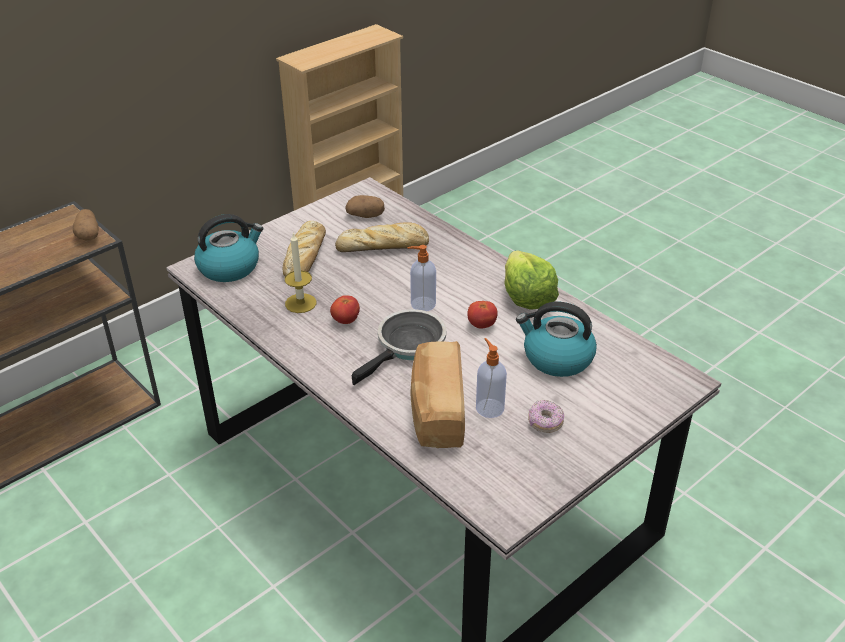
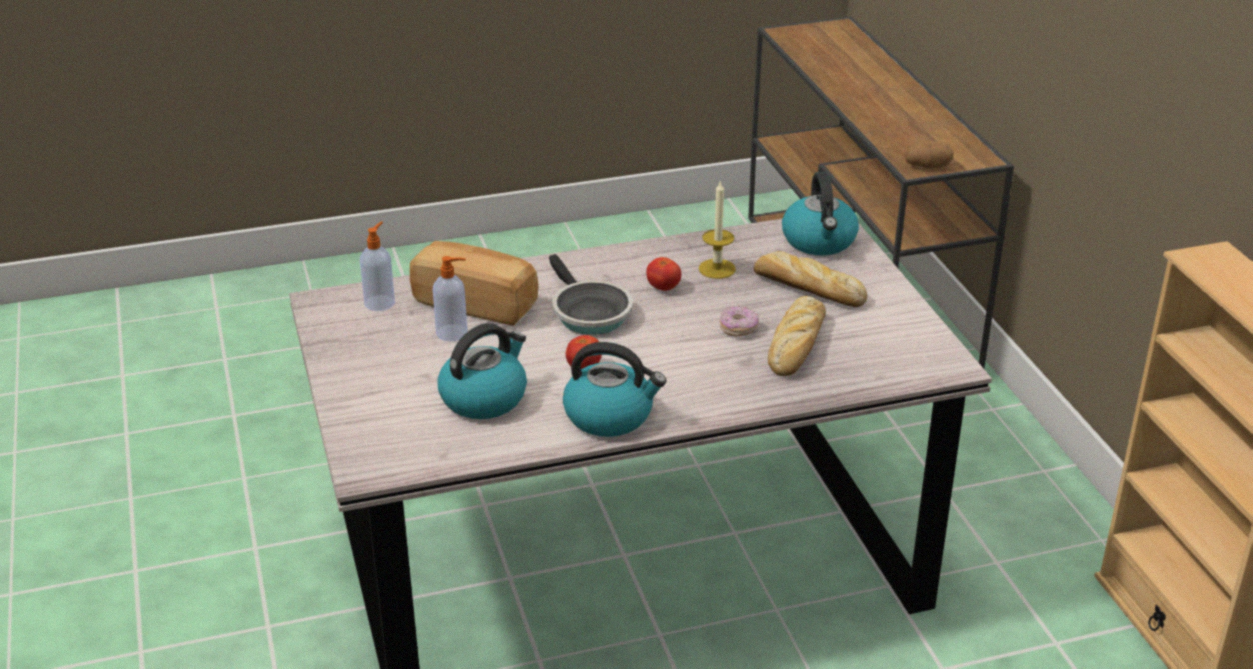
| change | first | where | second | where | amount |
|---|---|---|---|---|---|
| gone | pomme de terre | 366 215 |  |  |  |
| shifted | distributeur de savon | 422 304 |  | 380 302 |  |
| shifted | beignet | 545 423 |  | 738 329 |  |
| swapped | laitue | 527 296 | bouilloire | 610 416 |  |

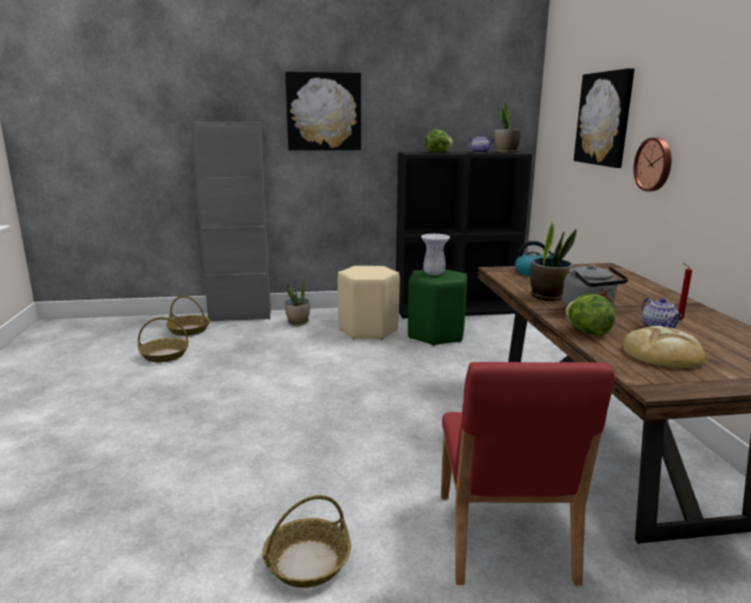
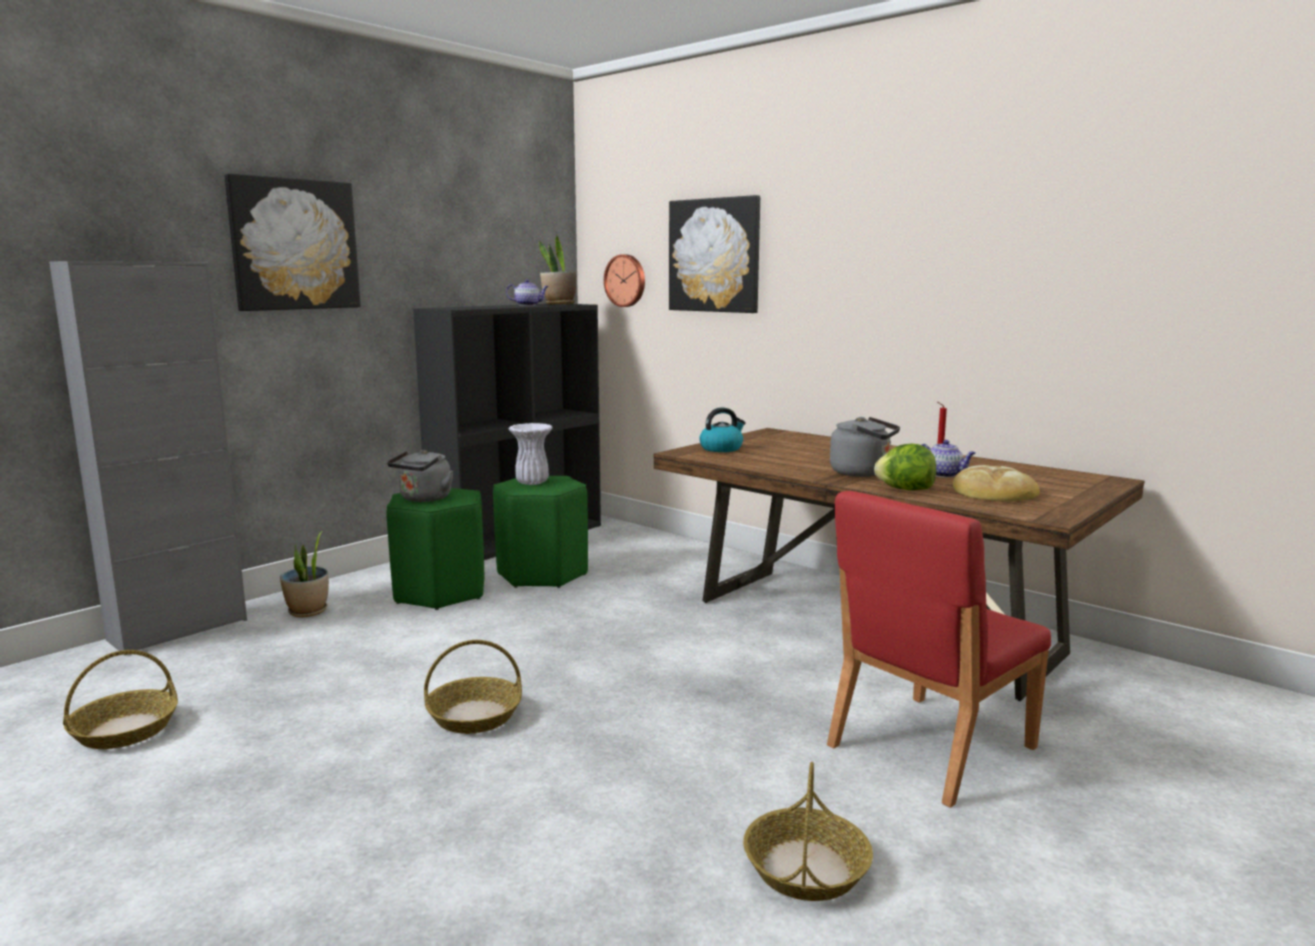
| change | first | where | second | where | amount |
|---|---|---|---|---|---|
| gone | laitue | 438 152 |  |  |  |
| gone | plante en pot | 547 296 |  |  |  |
| new |  |  | bouilloire (gris) | 424 499 |  |
| shifted | panier | 188 330 |  | 474 716 |  |
| shifted | horloge murale | 654 164 |  | 626 280 |  |
| repainted | tabouret (beige) | 369 330 | tabouret (vert) | 441 593 |  |
| rotated | chaise (rouge) | 503 537 |  | 928 747 | 90 degrees clockwise |

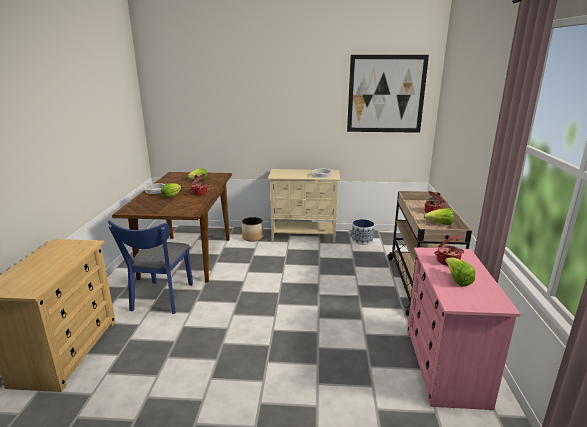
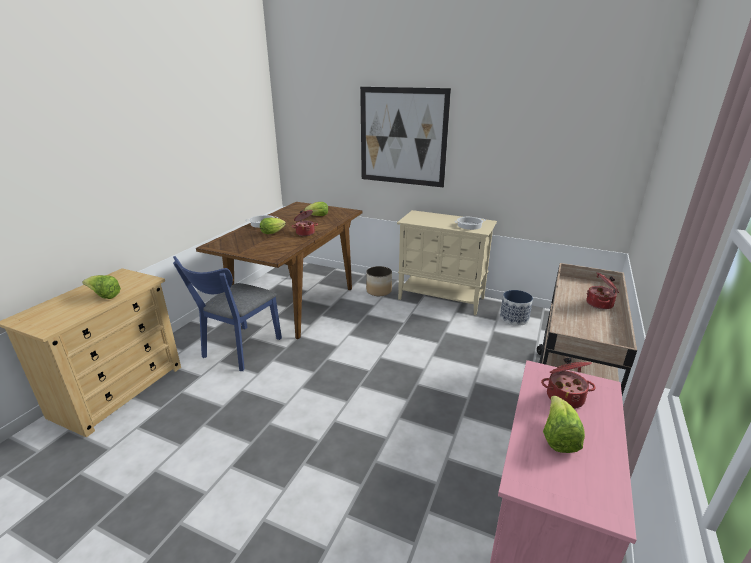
| change | first | where | second | where | amount |
|---|---|---|---|---|---|
| shifted | tableau | 386 94 |  | 402 137 |  |
| shifted | laitue | 439 224 |  | 104 296 |  |

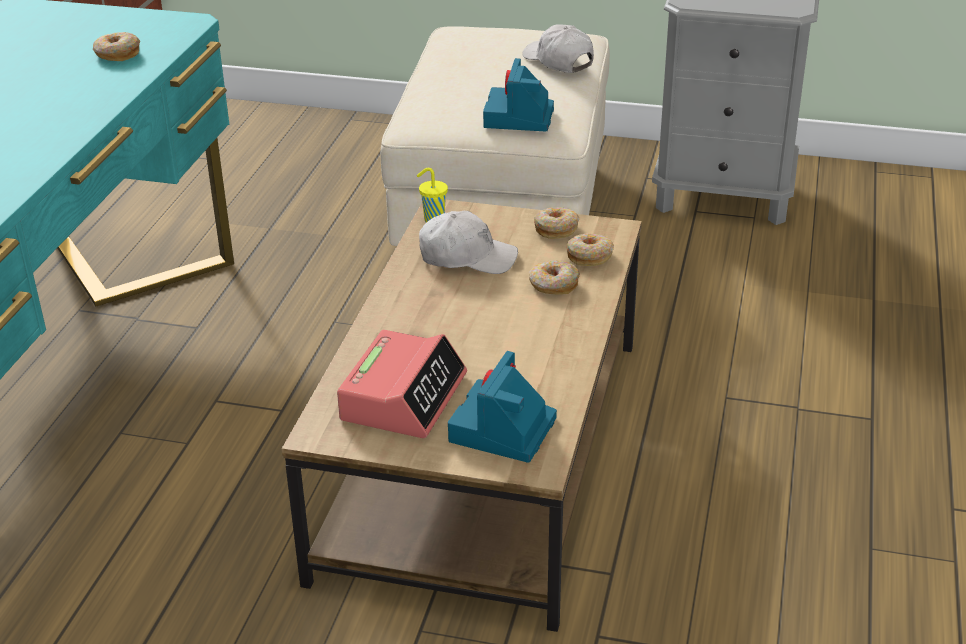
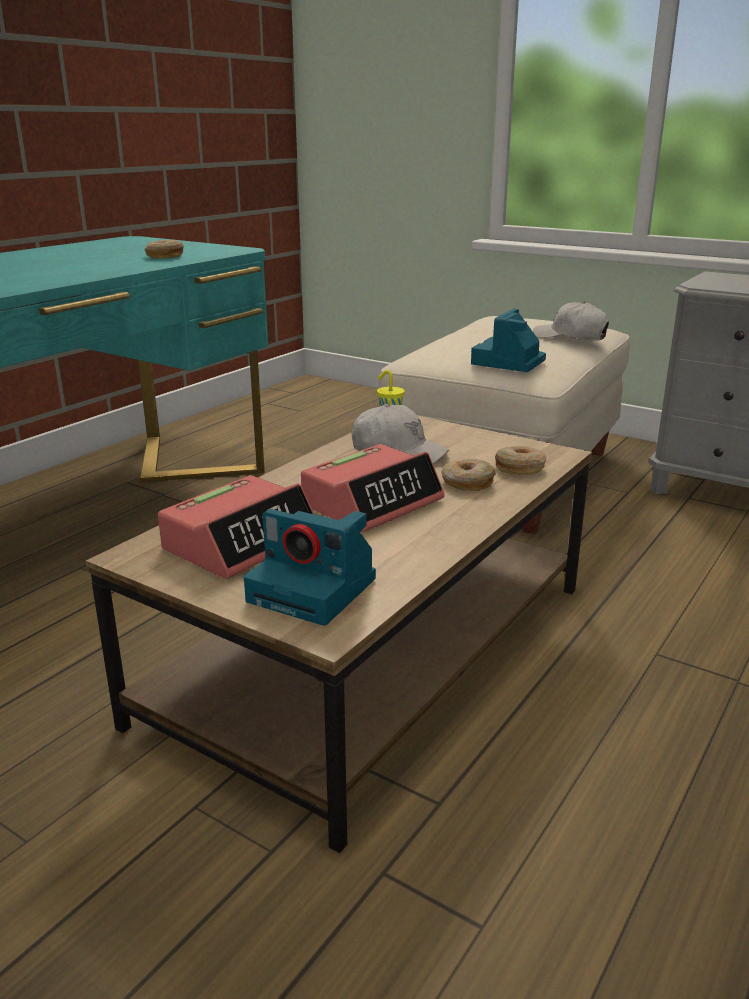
| change | first | where | second | where | amount |
|---|---|---|---|---|---|
| gone | beignet | 556 229 |  |  |  |
| new |  |  | réveil | 373 502 |  |
| rotated | appareil photo | 503 431 |  | 315 590 | 105 degrees counterclockwise |
| rotated | casquette (blanc) | 558 61 |  | 570 337 | 45 degrees counterclockwise |

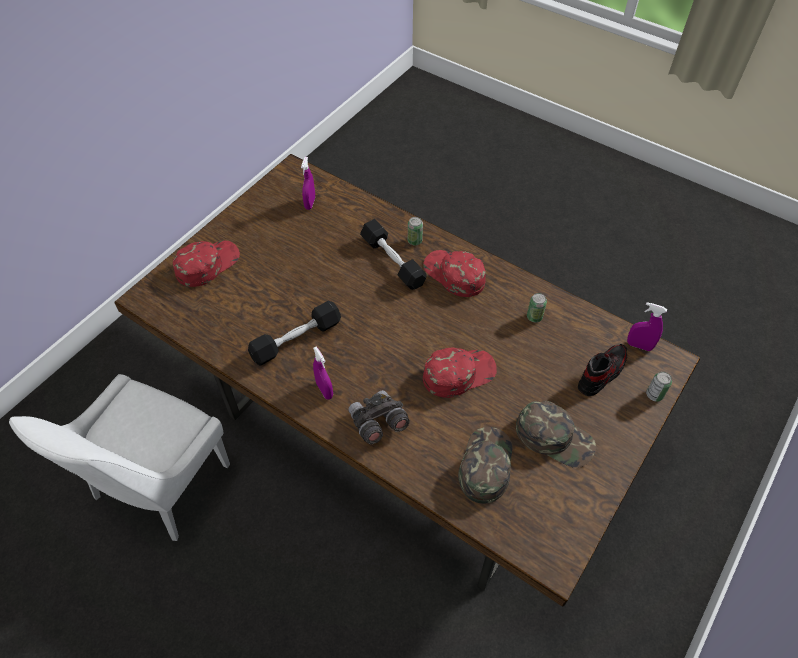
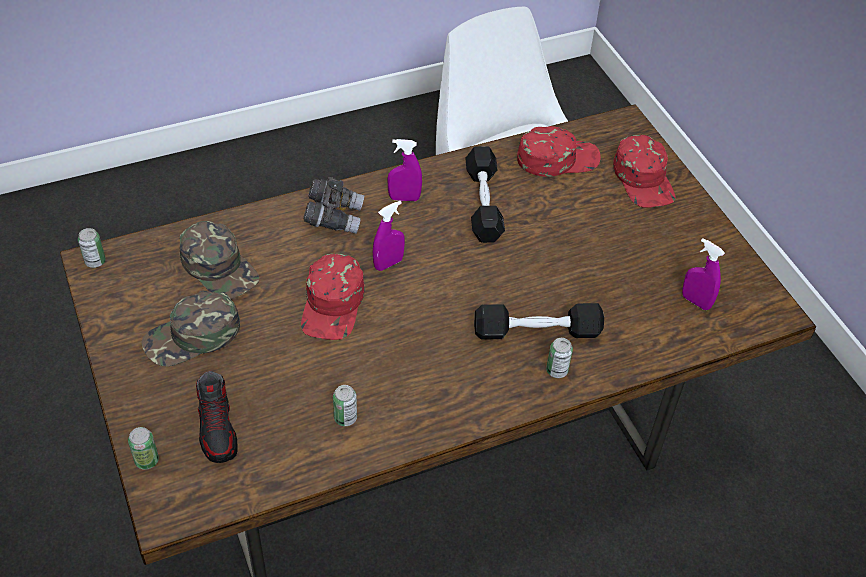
| change | first | where | second | where | amount |
|---|---|---|---|---|---|
| new |  |  | boîte métallique | 95 261 |  |
| shifted | casquette (rouge) | 453 275 |  | 557 158 |  |
| shifted | vaporisateur (violet) | 639 345 |  | 388 263 |  |

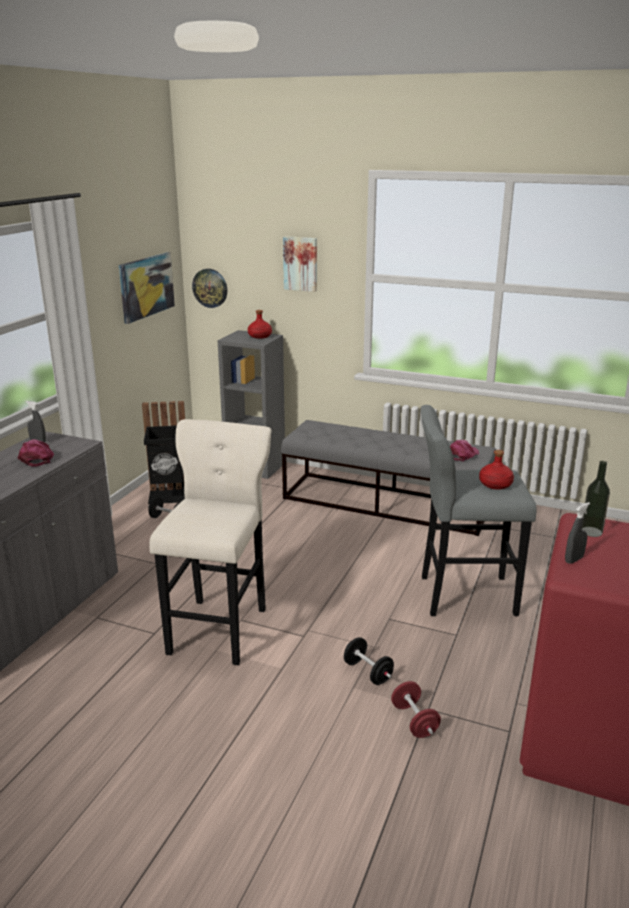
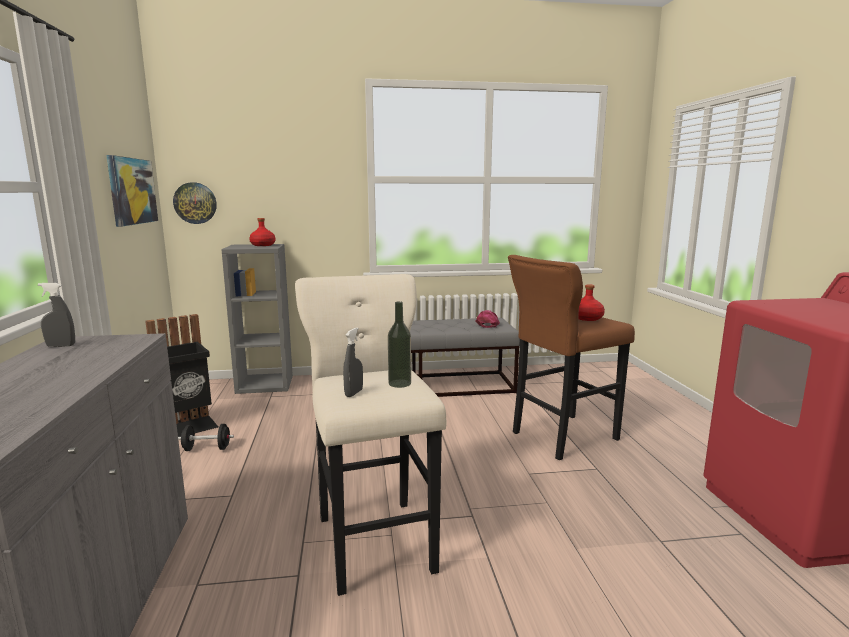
| change | first | where | second | where | amount |
|---|---|---|---|---|---|
| gone | casquette (rose) | 37 458 |  |  |  |
| gone | tableau | 301 263 |  |  |  |
| gone | haltère (noir) | 368 672 |  |  |  |
| gone | haltère (rouge) | 414 721 |  |  |  |
| shifted | vaporisateur (gris) | 574 559 |  | 353 393 |  |
| shifted | bouteille | 591 531 |  | 399 383 |  |
| repainted | tabouret (gris) | 462 595 | tabouret (marron) | 561 437 |  |

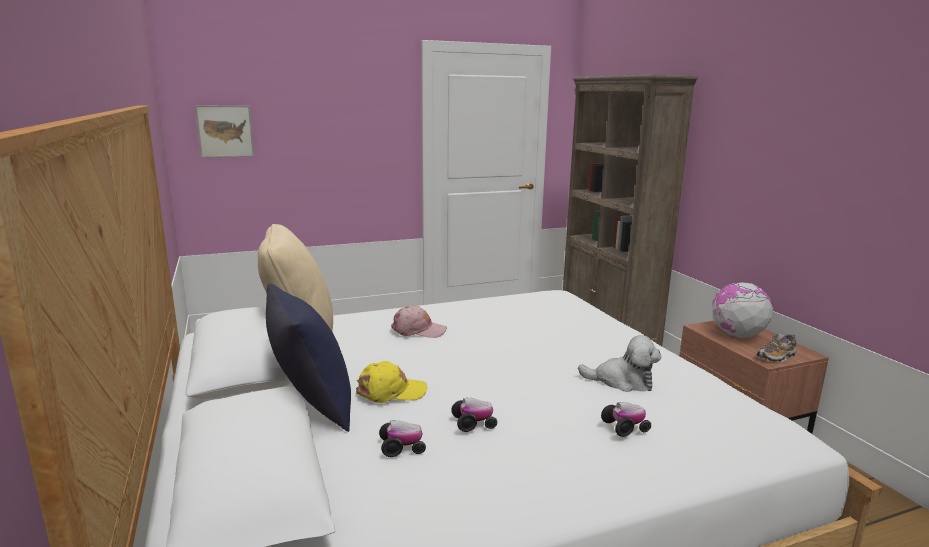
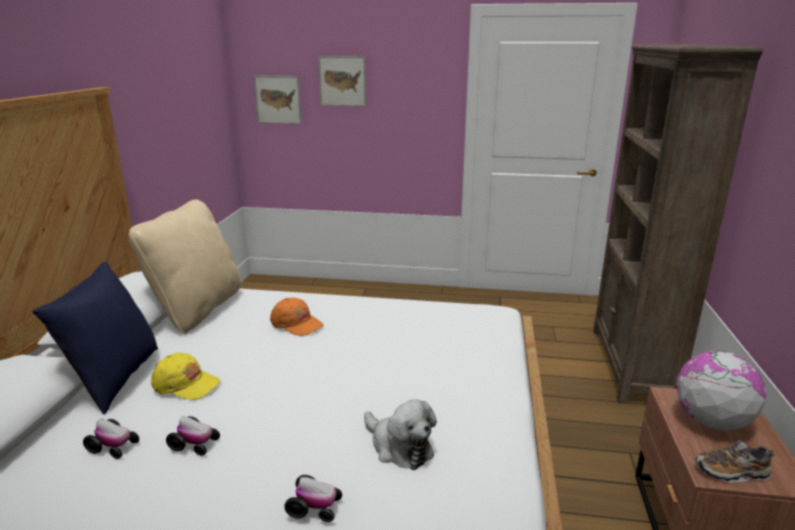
| change | first | where | second | where | amount |
|---|---|---|---|---|---|
| new |  |  | tableau | 342 81 |  |
| repainted | casquette (rose) | 418 330 | casquette (orange) | 296 324 |  |

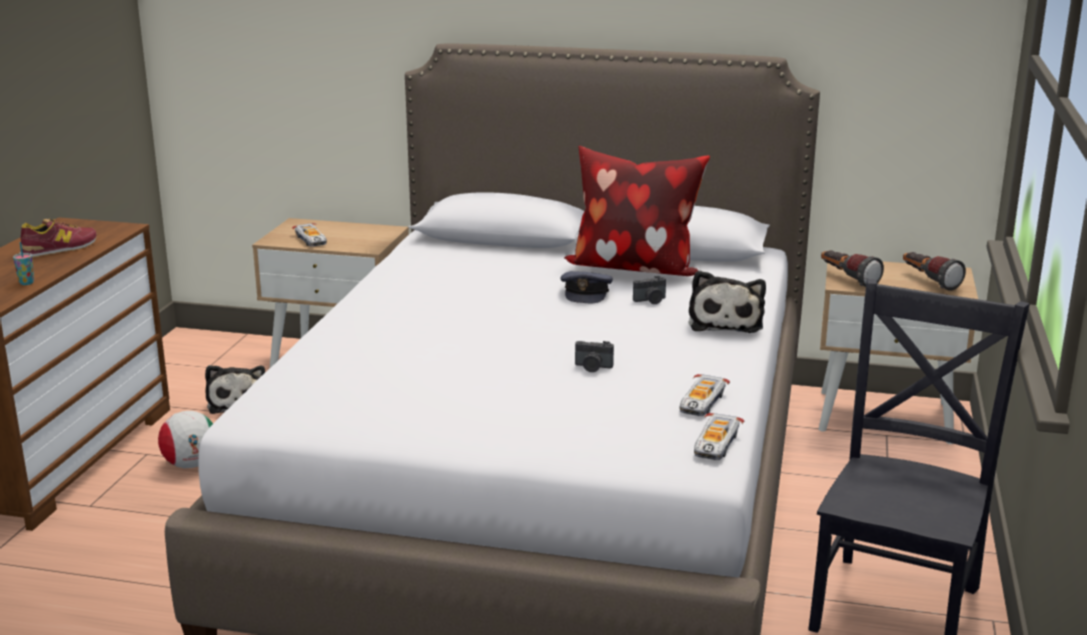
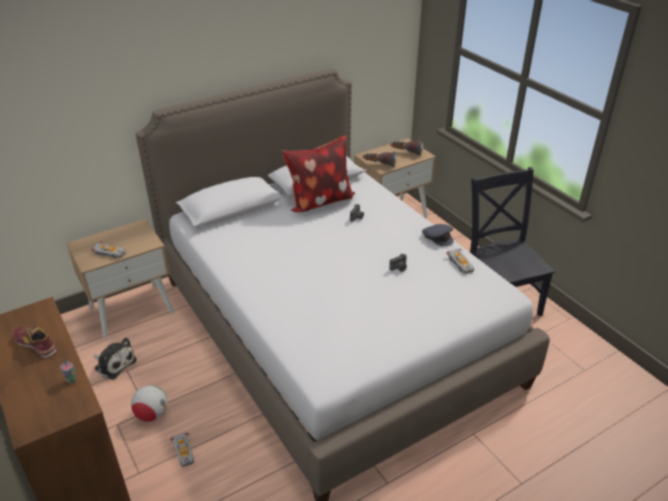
| change | first | where | second | where | amount |
|---|---|---|---|---|---|
| gone | peluche | 725 322 |  |  |  |
| shifted | casquette (gris) | 586 293 |  | 438 237 |  |
| shifted | petite voiture | 715 443 |  | 184 452 |  |
| rotated | chaussure | 59 249 |  | 36 344 | 60 degrees counterclockwise |

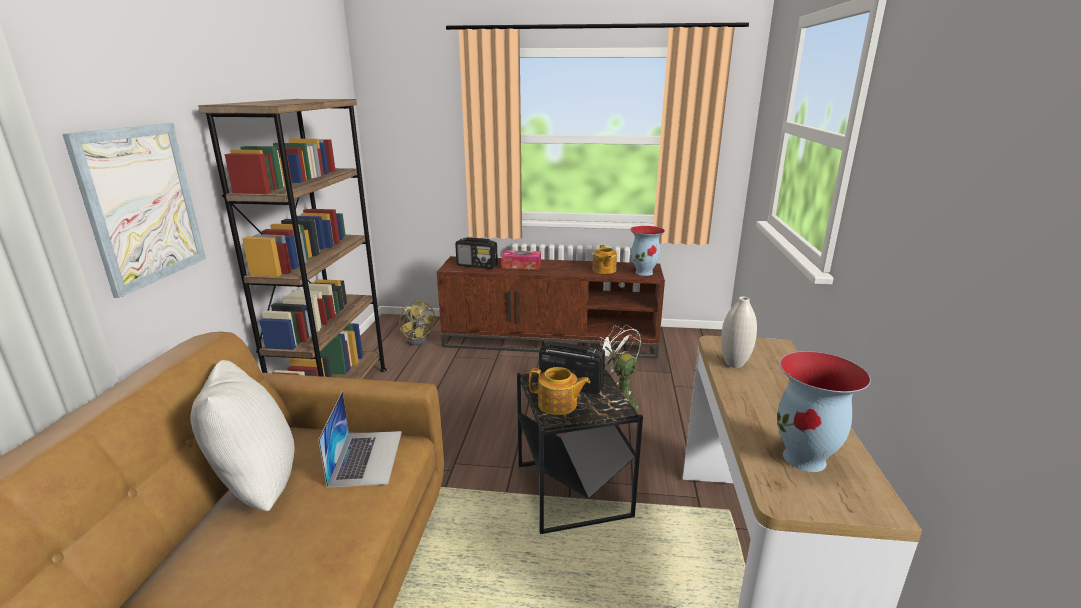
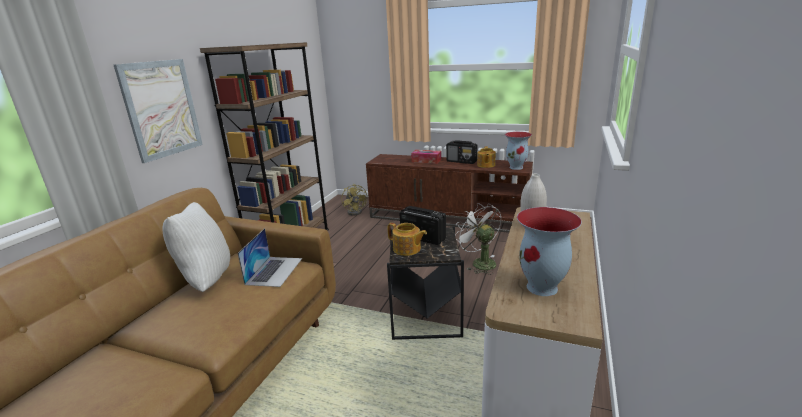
| change | first | where | second | where | amount |
|---|---|---|---|---|---|
| shifted | radio | 477 265 |  | 461 161 |  |

